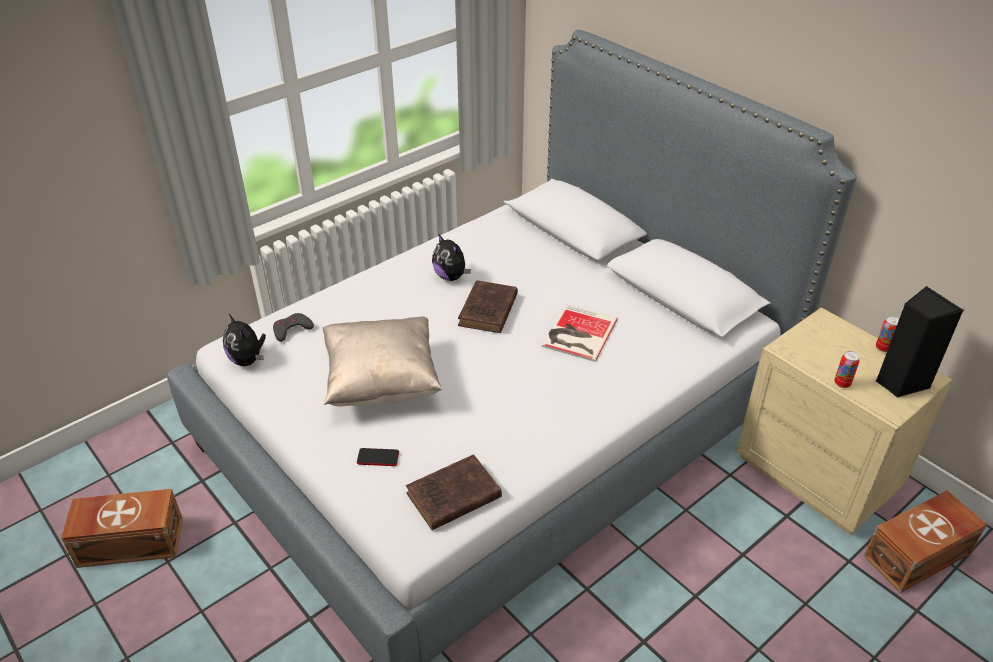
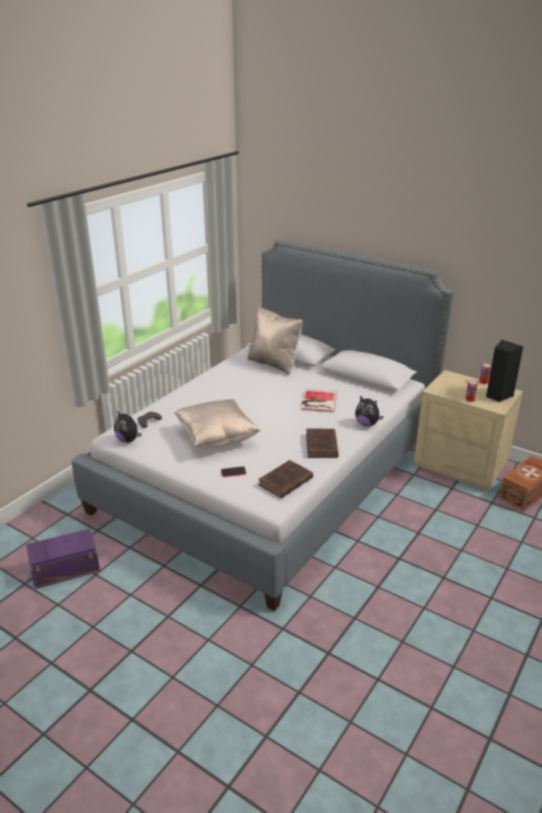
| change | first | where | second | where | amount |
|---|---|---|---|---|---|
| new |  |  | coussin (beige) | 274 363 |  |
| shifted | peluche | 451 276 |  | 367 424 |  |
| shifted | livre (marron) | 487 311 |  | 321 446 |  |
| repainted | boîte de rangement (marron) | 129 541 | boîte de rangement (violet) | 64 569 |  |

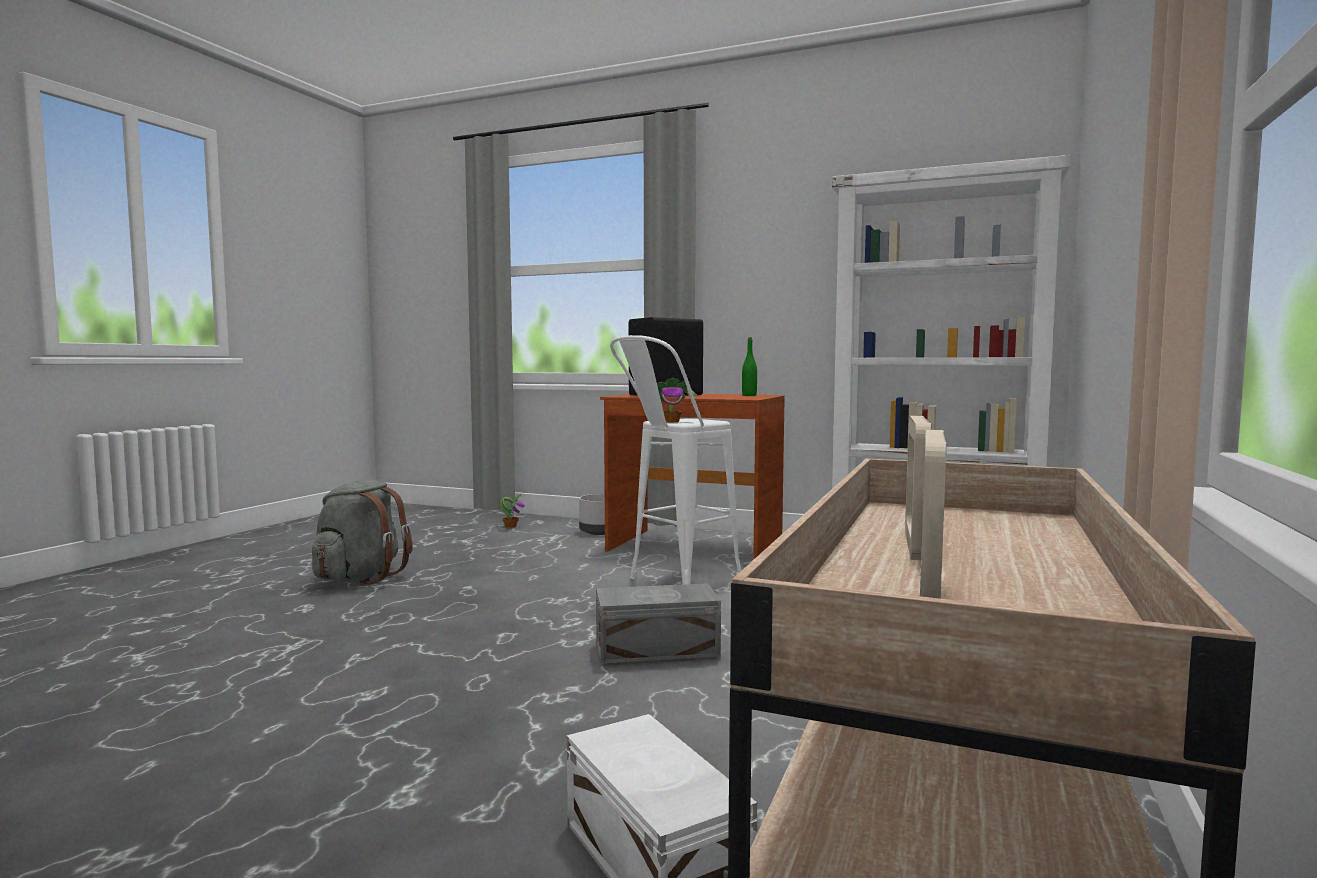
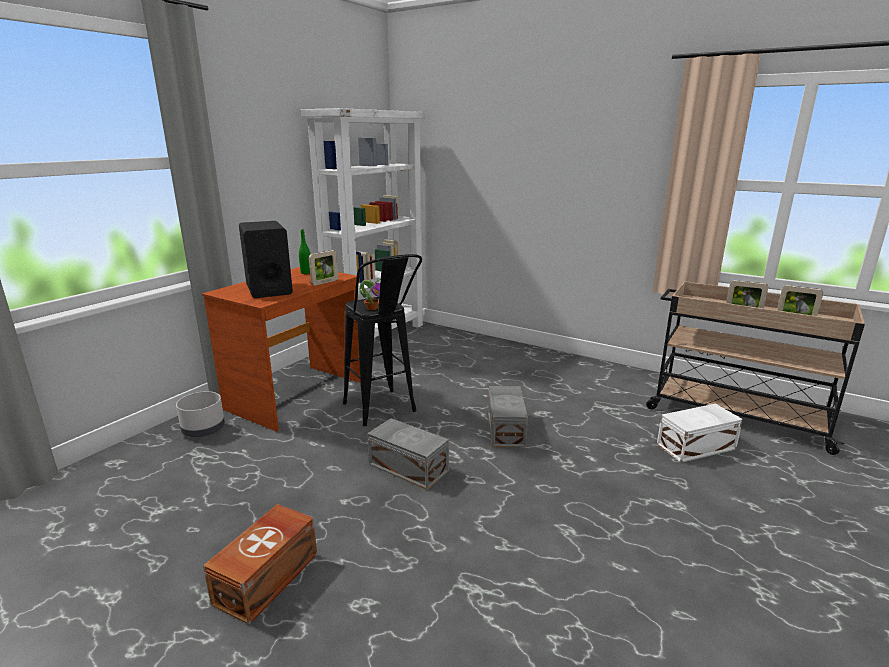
| change | first | where | second | where | amount |
|---|---|---|---|---|---|
| gone | plante en pot | 510 526 |  |  |  |
| new |  |  | cadre photo | 325 282 |  |
| new |  |  | boîte de rangement (gris) | 408 466 |  |
| swapped | sac à dos (gris) | 360 578 | boîte de rangement (marron) | 269 578 |  |
| repainted | tabouret (blanc) | 673 583 | tabouret (noir) | 384 412 |  |

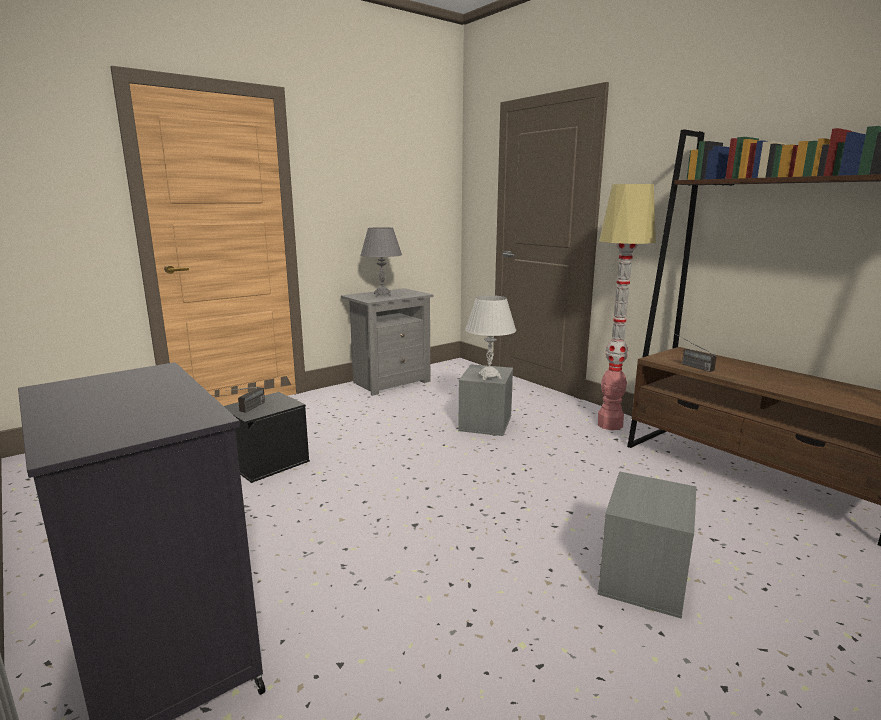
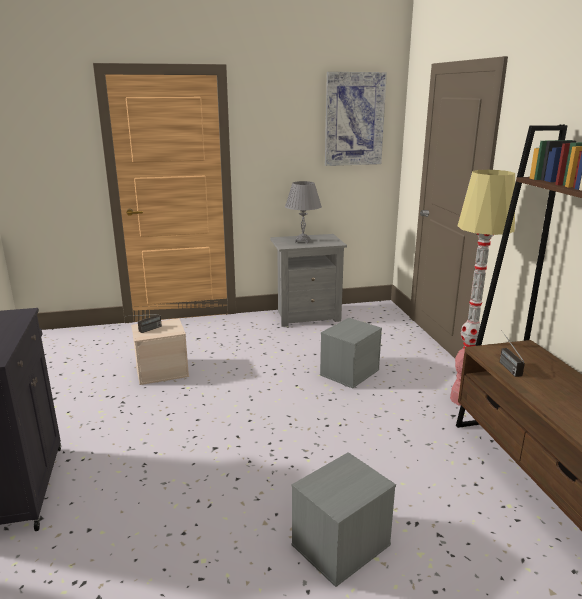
| change | first | where | second | where | amount |
|---|---|---|---|---|---|
| gone | lampe de table (blanc) | 489 376 |  |  |  |
| new |  |  | tableau | 354 119 |  |
| repainted | boîte de rangement (noir) | 269 462 | boîte de rangement (beige) | 162 371 |  |

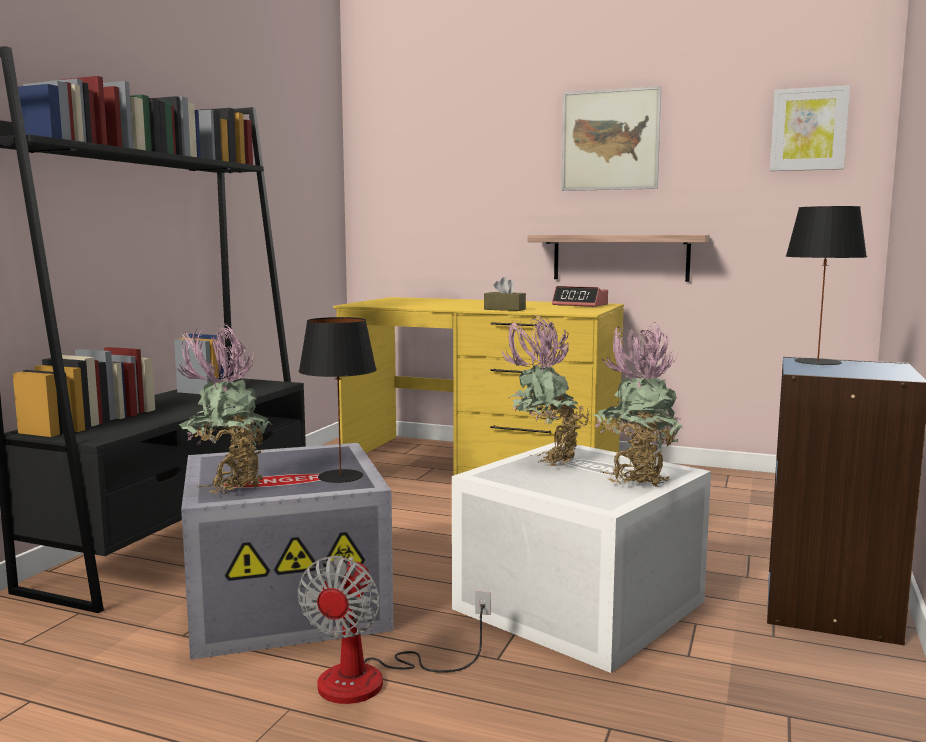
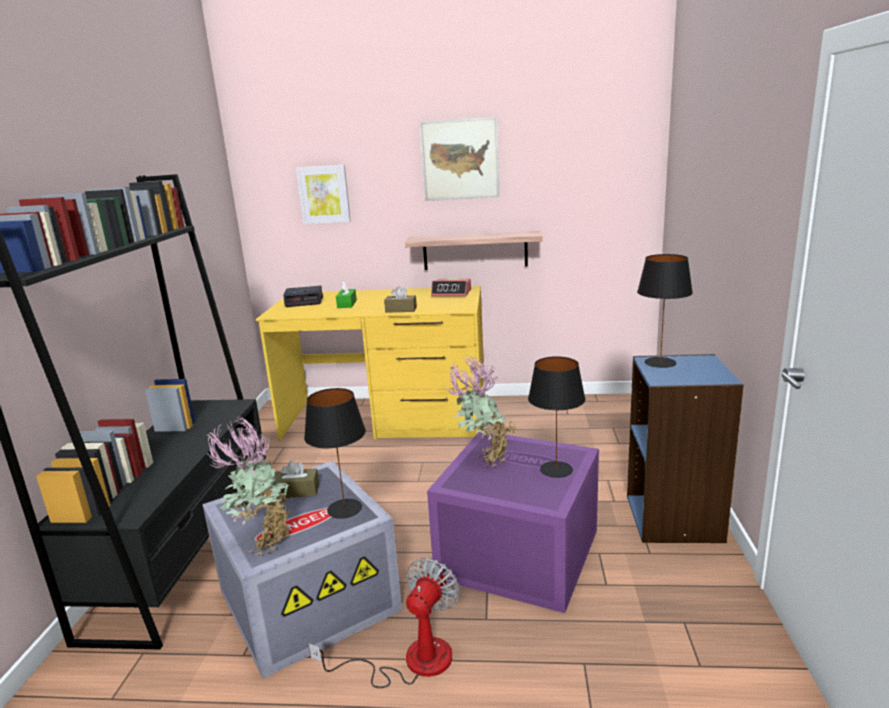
| change | first | where | second | where | amount |
|---|---|---|---|---|---|
| new |  |  | boîte à mouchoirs (marron) | 296 491 |  |
| new |  |  | réveil | 304 301 |  |
| new |  |  | boîte à mouchoirs (vert) | 347 304 |  |
| shifted | tableau | 808 129 |  | 324 194 |  |
| swapped | plante en pot | 636 479 | lampe de table (noir) | 556 469 |  |
| repainted | boîte de rangement (blanc) | 575 605 | boîte de rangement (violet) | 516 554 |  |
| rotated | ventilateur | 375 679 |  | 411 661 | 150 degrees counterclockwise |

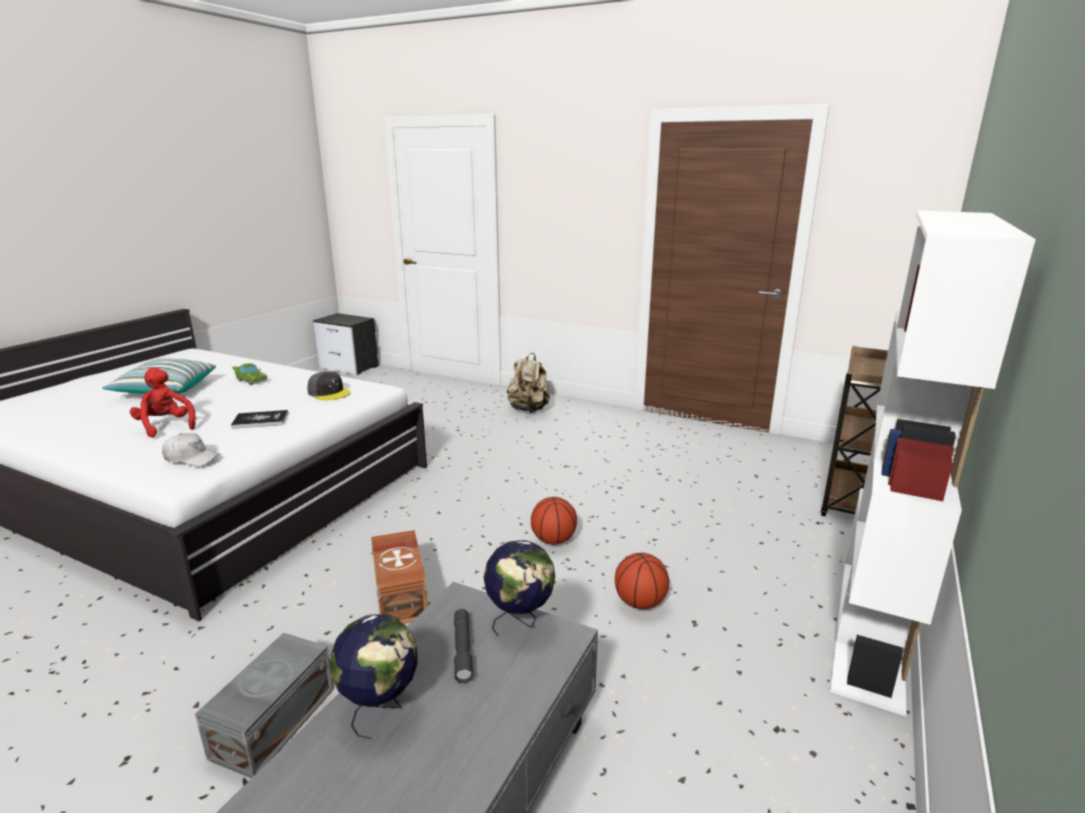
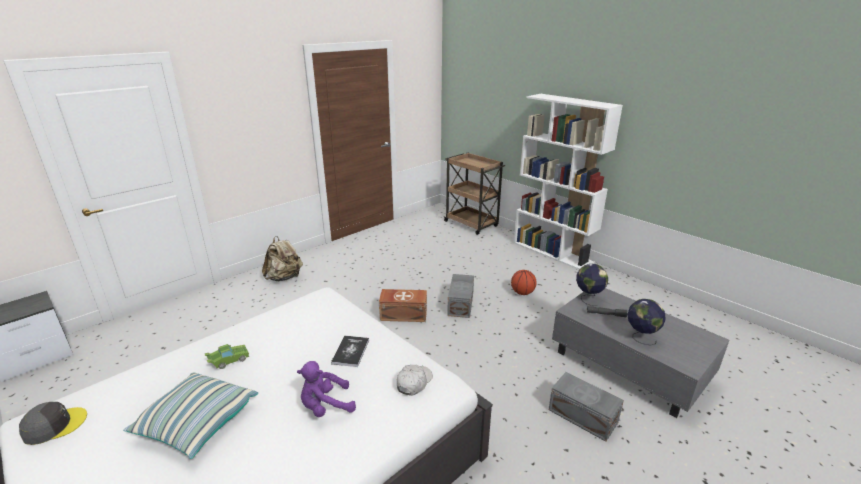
| change | first | where | second | where | amount |
|---|---|---|---|---|---|
| shifted | casquette (gris) | 329 392 |  | 54 425 |  |
| shifted | boîte de rangement (marron) | 402 593 |  | 403 314 |  |
| swapped | ballon de basket | 553 540 | boîte de rangement (gris) | 461 304 |  |
| repainted | peluche (rouge) | 166 426 | peluche (violet) | 325 406 |  |

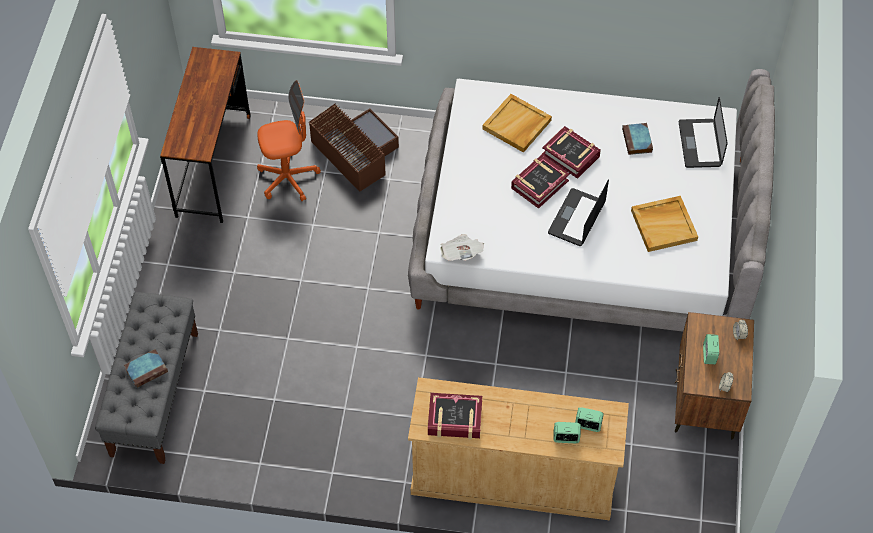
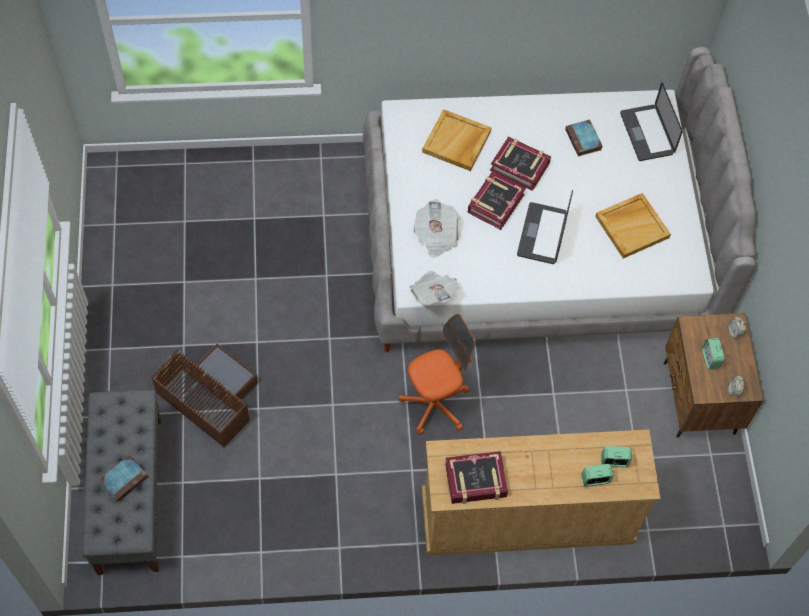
| change | first | where | second | where | amount |
|---|---|---|---|---|---|
| gone | bureau (marron) | 213 165 |  |  |  |
| new |  |  | journal | 436 236 |  |
| shifted | chaise de bureau (orange) | 288 179 |  | 434 405 |  |
| shifted | boîte de rangement (marron) | 355 152 |  | 209 397 |  |

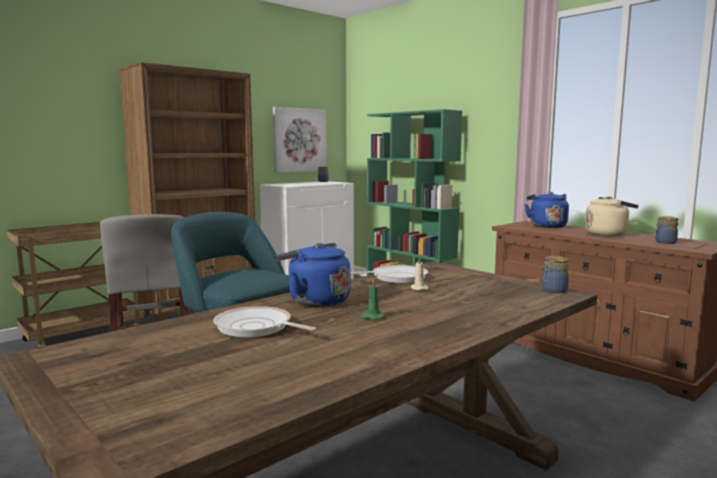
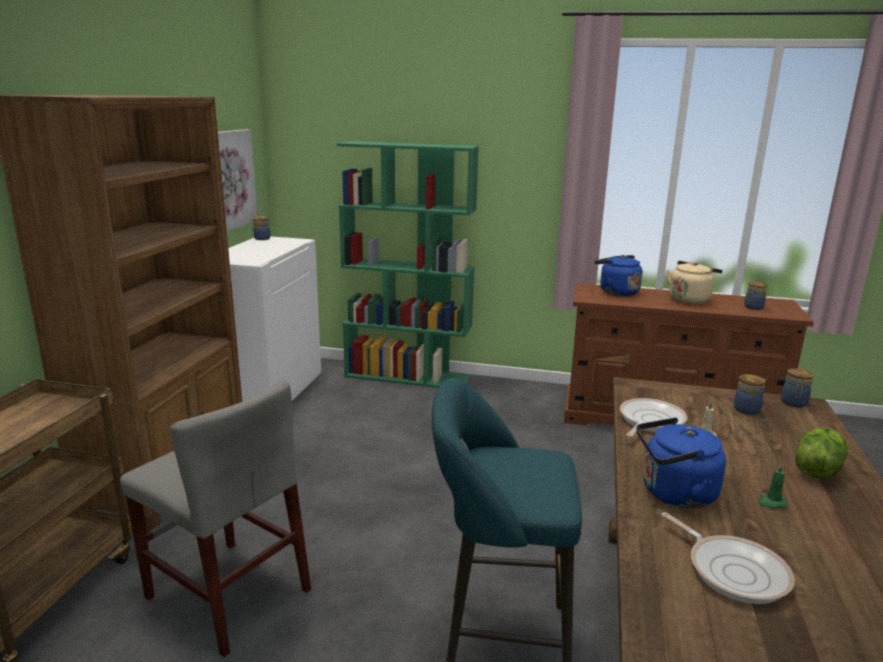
| change | first | where | second | where | amount |
|---|---|---|---|---|---|
| new |  |  | bocal | 746 409 |  |
| new |  |  | laitue | 816 470 |  |
| rotated | poêle | 256 328 |  | 733 570 | 120 degrees counterclockwise |

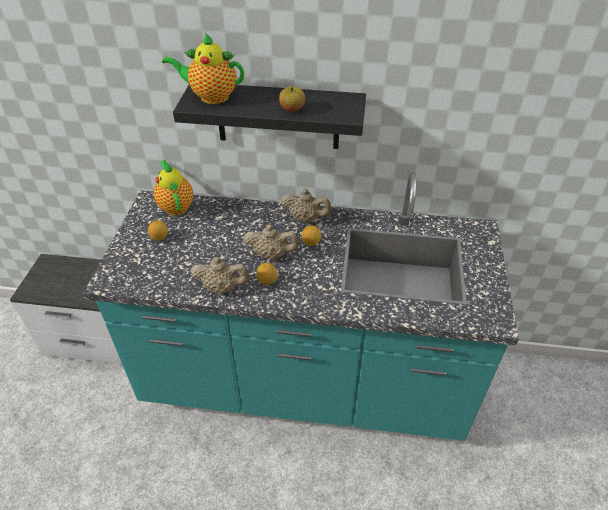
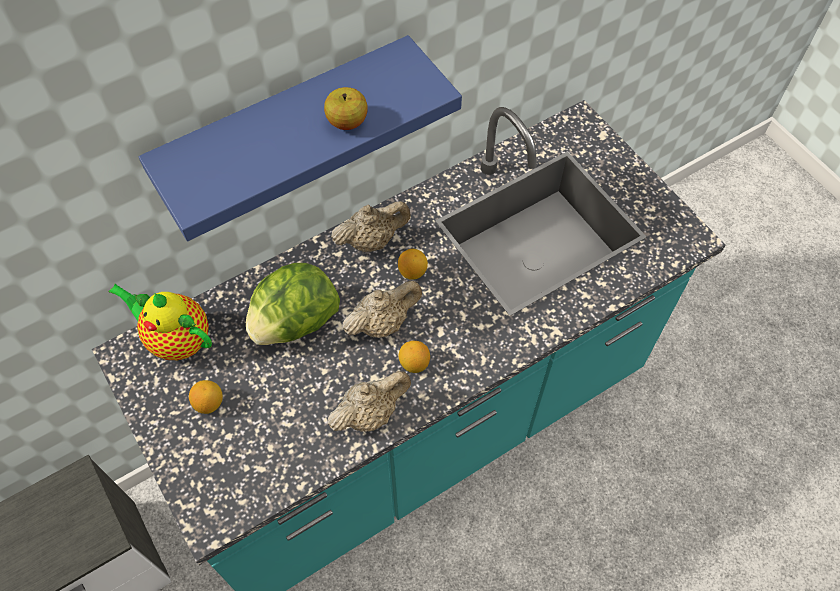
| change | first | where | second | where | amount |
|---|---|---|---|---|---|
| gone | théière | 211 97 |  |  |  |
| new |  |  | laitue | 295 322 |  |
| repainted | étagère (noir) | 278 116 | étagère (bleu) | 287 129 |  |

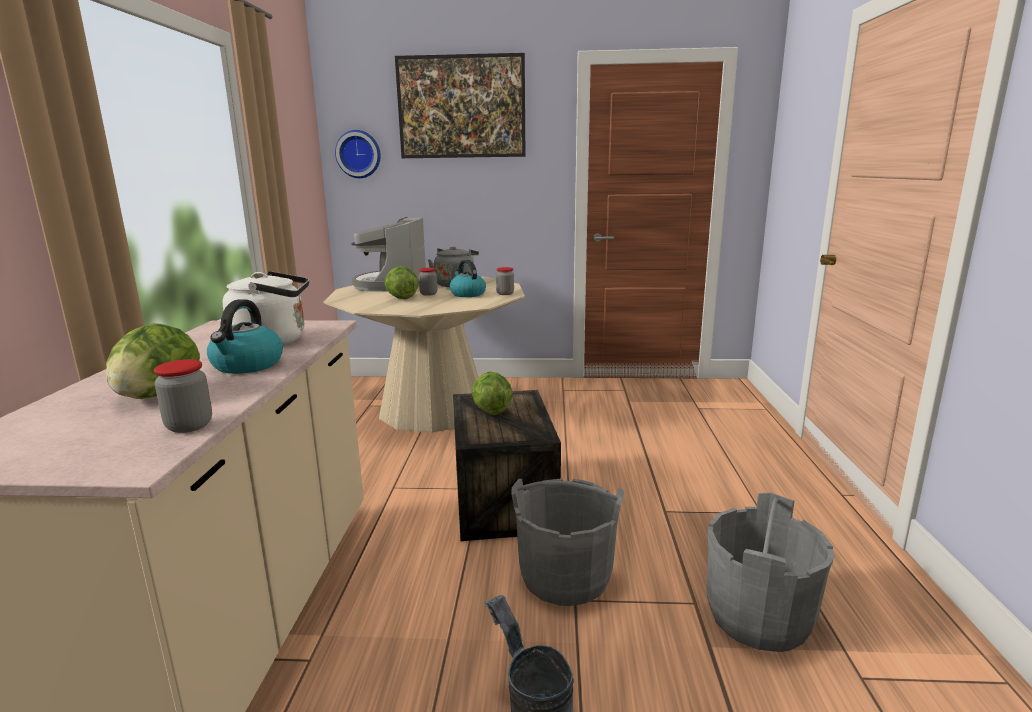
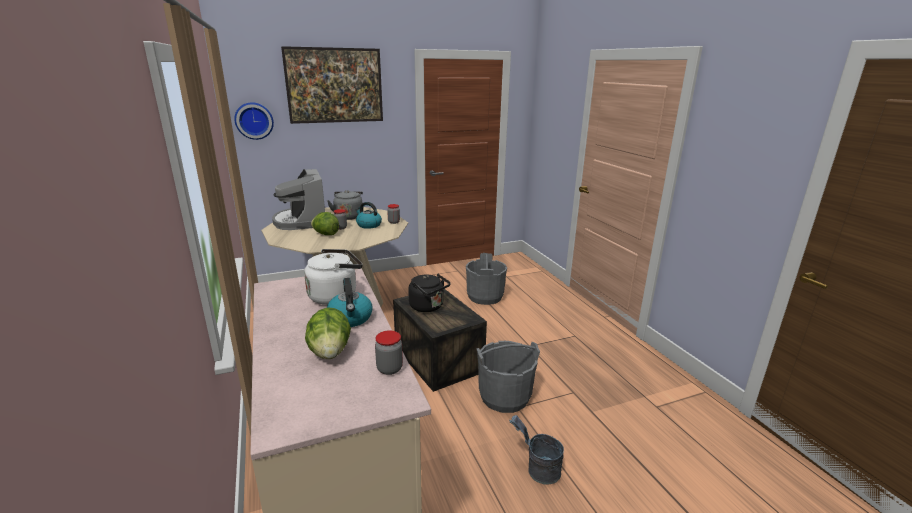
| change | first | where | second | where | amount |
|---|---|---|---|---|---|
| shifted | seau (gris) | 758 616 |  | 485 296 |  |
| swapped | laitue | 491 410 | bouilloire (noir) | 428 307 |  |

